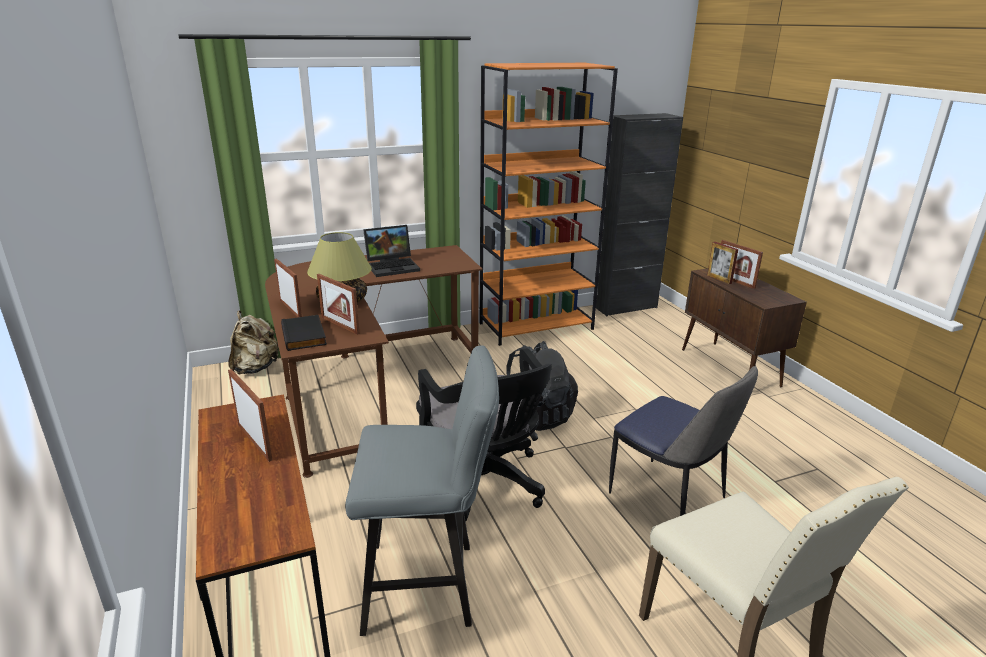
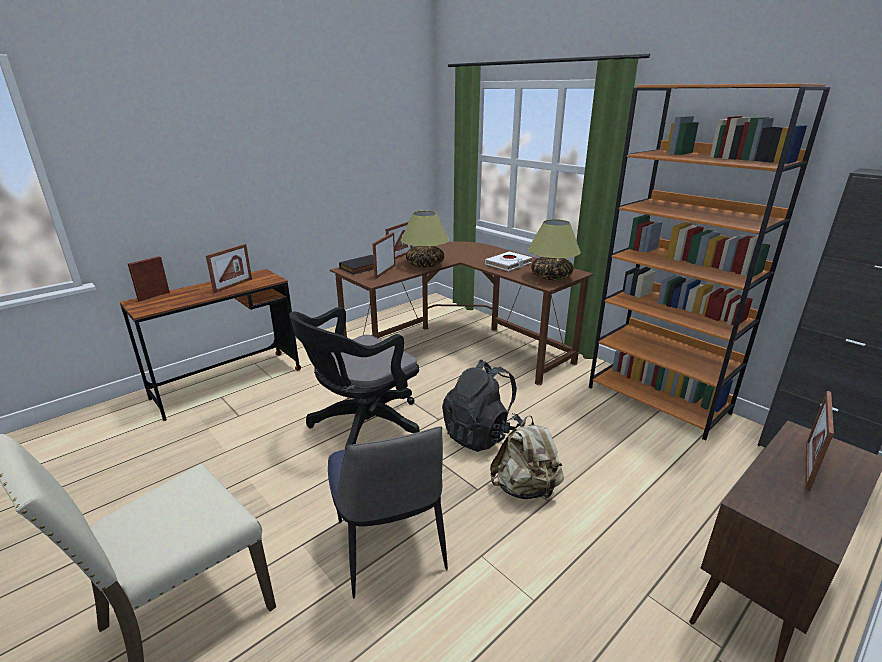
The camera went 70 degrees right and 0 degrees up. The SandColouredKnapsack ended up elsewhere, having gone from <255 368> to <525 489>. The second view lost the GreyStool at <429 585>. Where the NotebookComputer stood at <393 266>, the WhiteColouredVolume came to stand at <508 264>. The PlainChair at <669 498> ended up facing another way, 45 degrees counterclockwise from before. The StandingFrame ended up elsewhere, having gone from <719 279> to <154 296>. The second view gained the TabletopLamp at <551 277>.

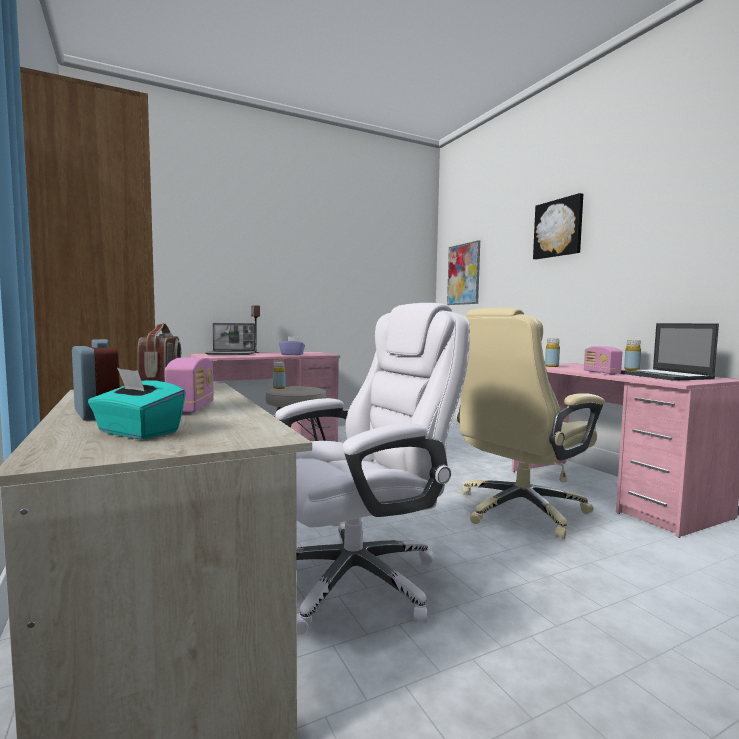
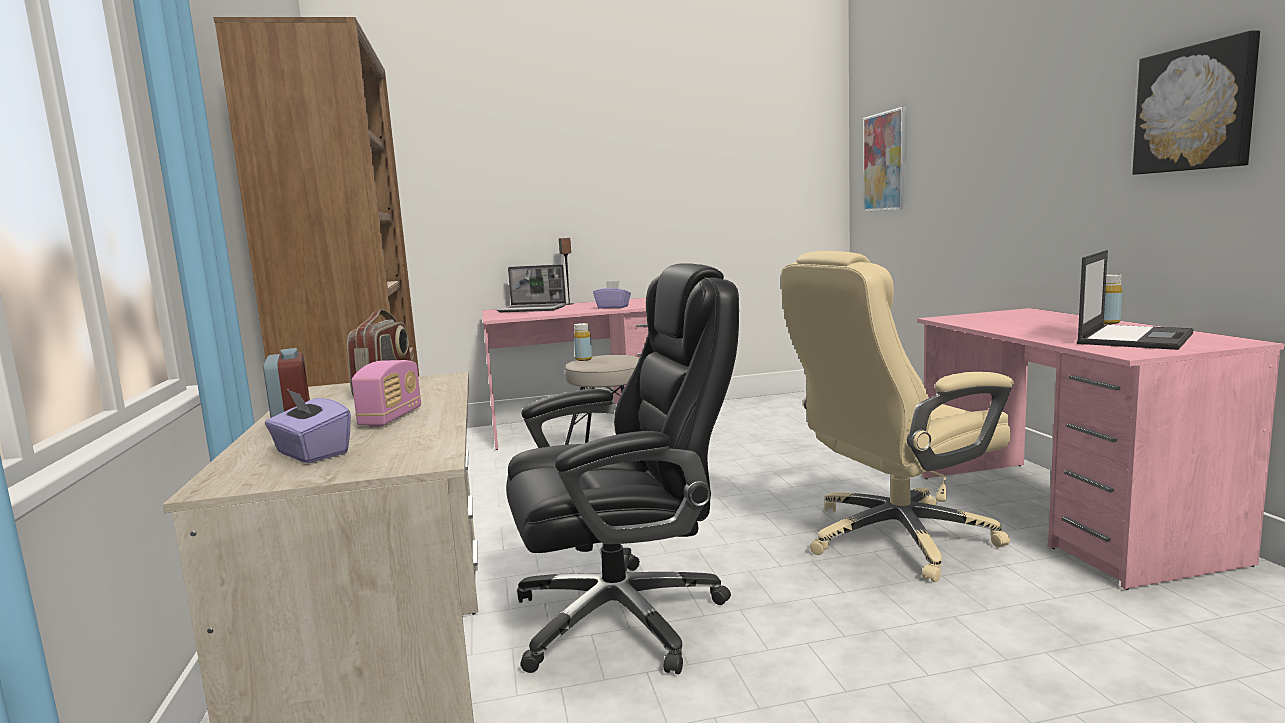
The camera went 15 degrees right and 5 degrees up. What was the BlueGreenTissueHolder at <137 432> turned into the PurplishTissueHolder at <311 454>. What was the WhiteColouredComputerChair at <358 579> turned into the BlackColouredComputerChair at <624 617>. The WallPicture ended up elsewhere, having gone from <559 228> to <1196 108>. The second view lost the YellowColouredBeverageBottle at <551 366>. The second view lost the RadioReceiver at <601 373>. The NotebookComputer at <664 376> ended up facing another way, 135 degrees counterclockwise from before.

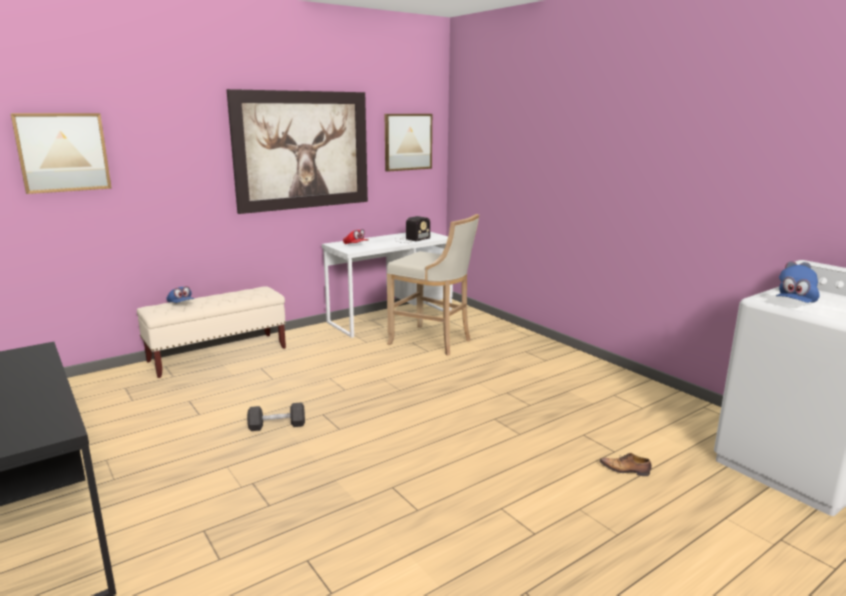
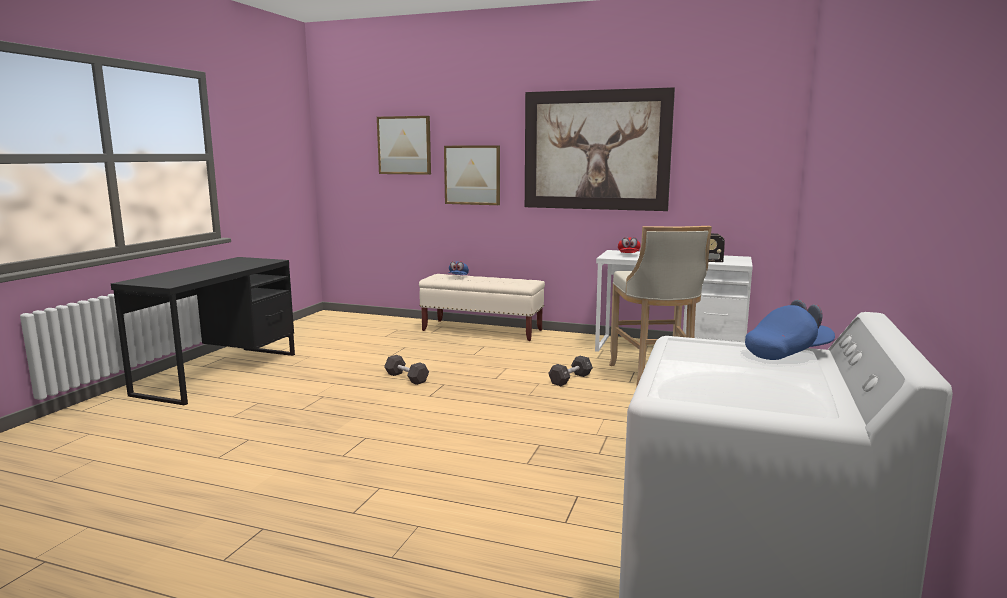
The camera went 55 degrees right and 5 degrees down. The WallPicture ended up elsewhere, having gone from <407 142> to <472 175>. The second view lost the Shoe at <625 470>. The second view lost the BluishCap at <795 304>. The second view gained the BlackColouredFreeWeight at <570 379>.

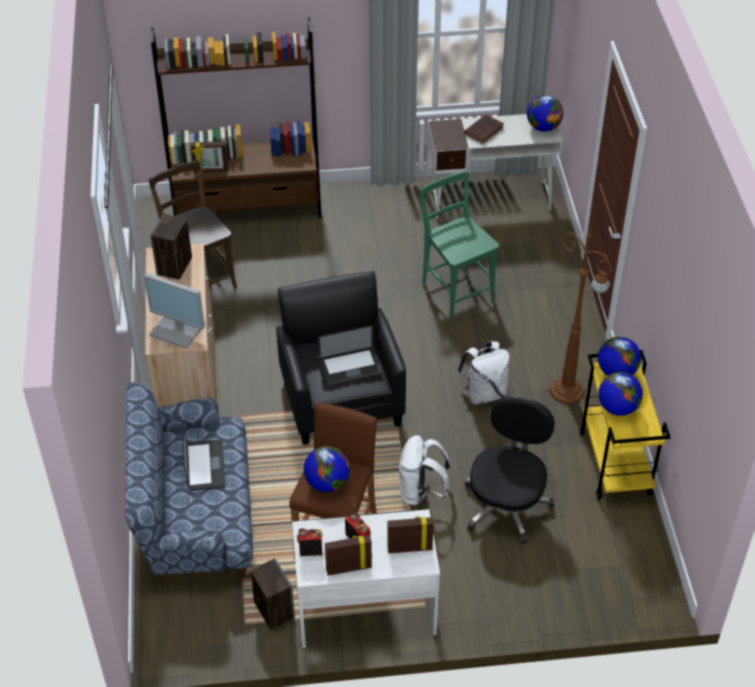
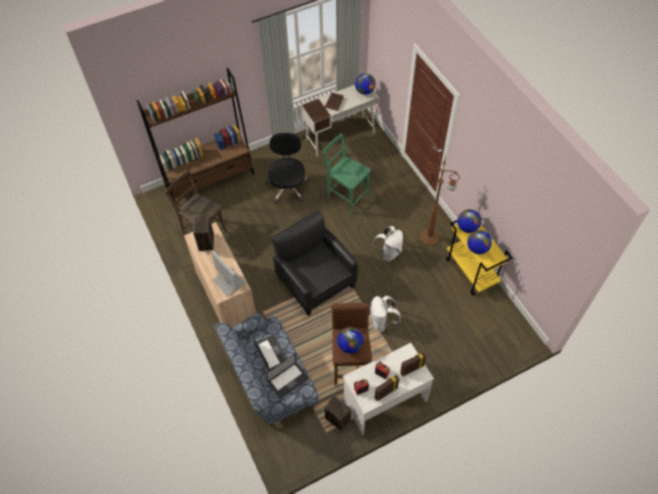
The camera went 20 degrees left and 10 degrees up. The ComputerScreen at <178 329> ended up facing another way, 135 degrees counterclockwise from before. The second view lost the StandingFrame at <210 171>. The NotebookComputer ended up elsewhere, having gone from <350 368> to <288 380>. The BlackColouredComputerChair ended up elsewhere, having gone from <506 504> to <288 186>.

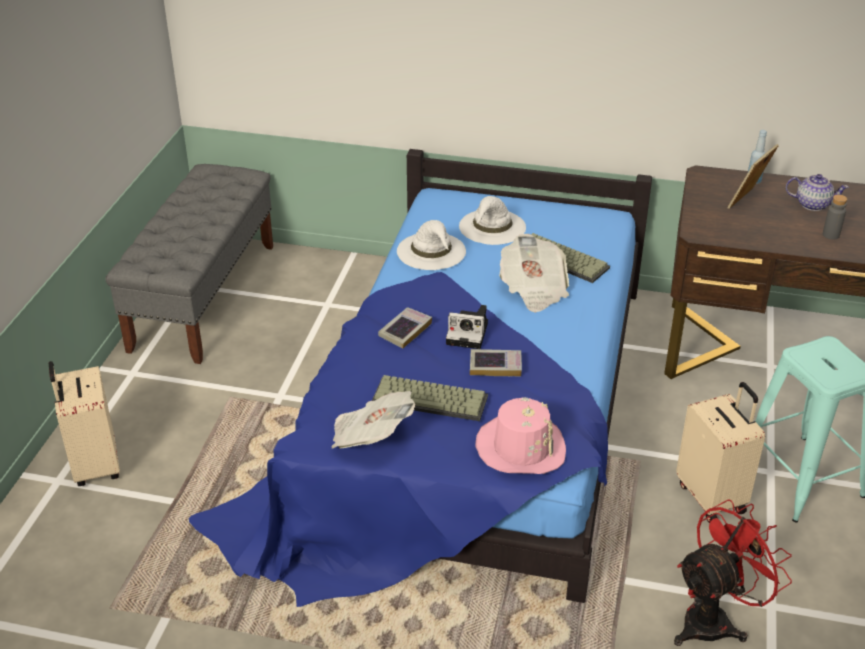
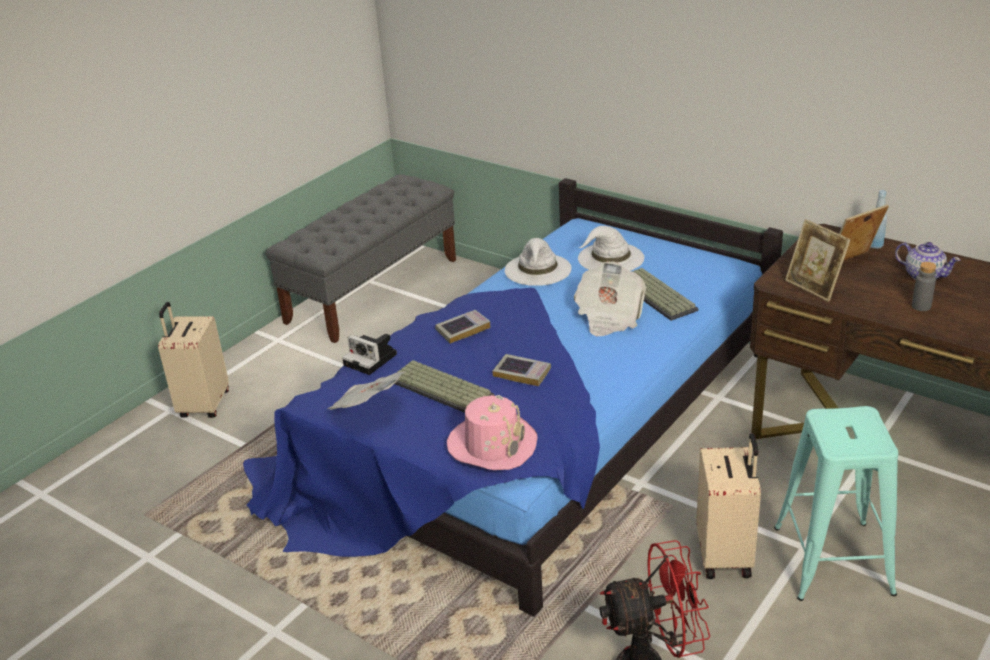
The camera went 25 degrees right and 5 degrees down. The StillCamera ended up elsewhere, having gone from <469 333> to <372 360>. The second view gained the StandingFrame at <814 287>.

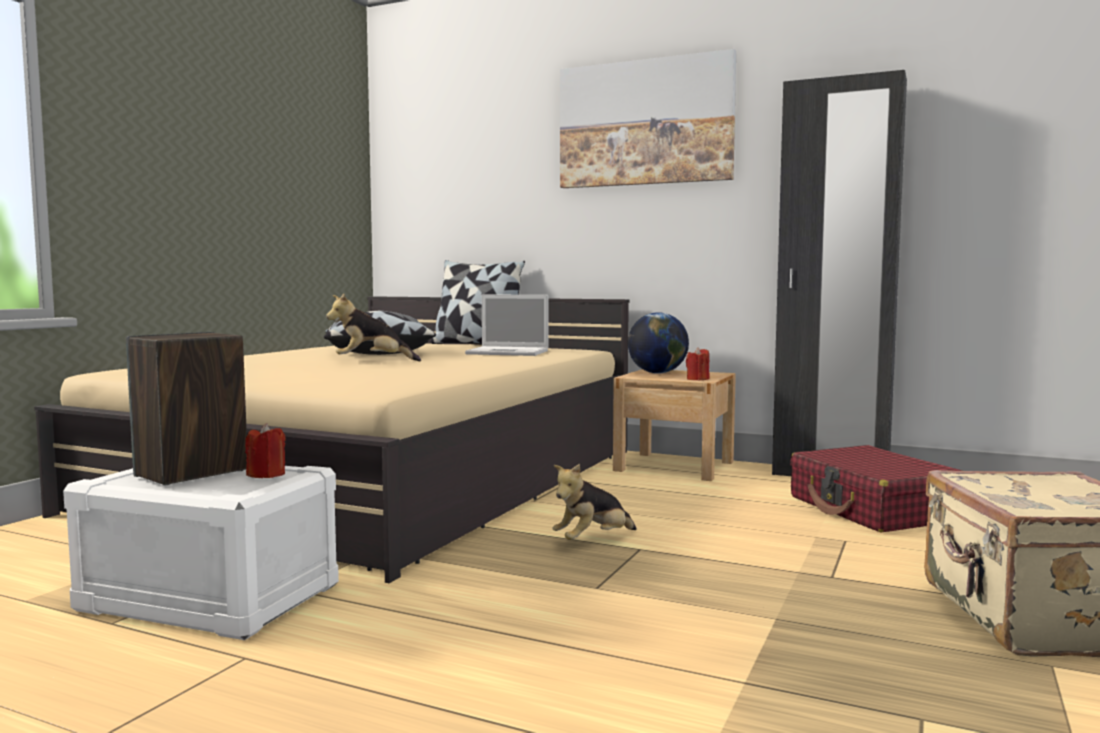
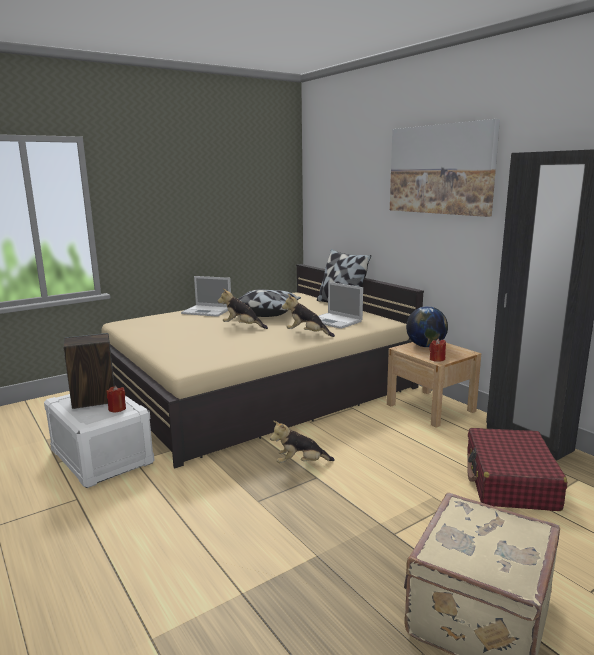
The camera went 30 degrees right and 10 degrees up. The second view gained the NotebookComputer at <208 311>. The second view gained the CuddlyToy at <307 334>.

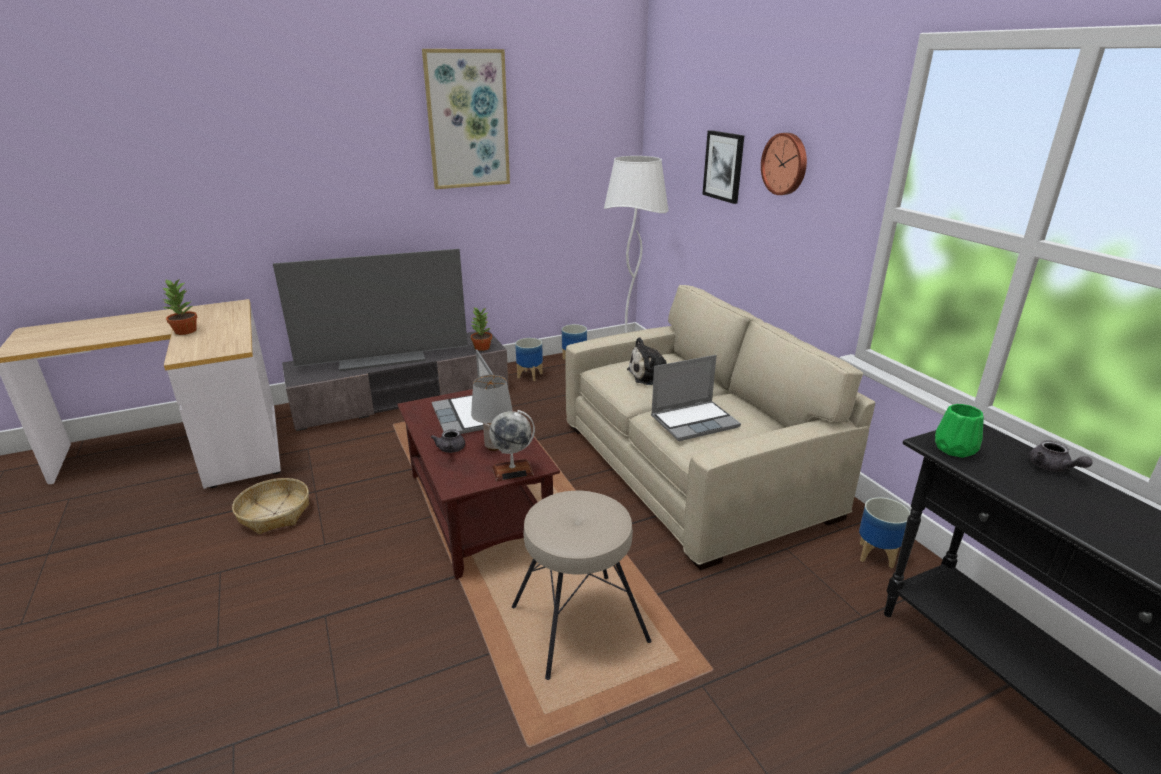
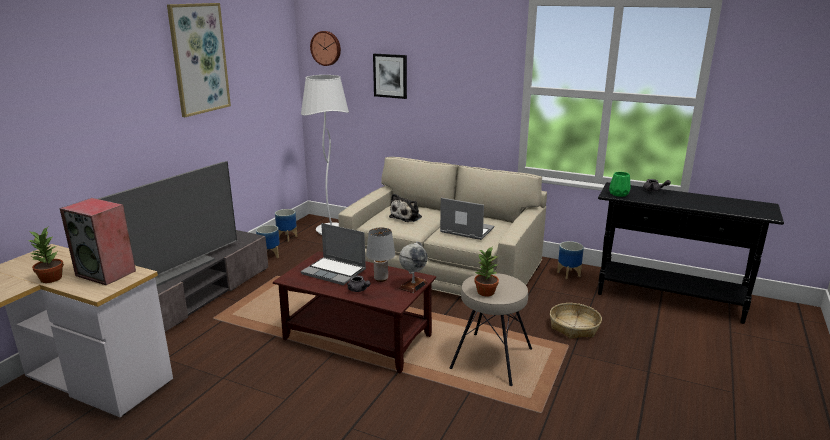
The camera went 40 degrees left and 5 degrees down. The HouseholdBasket ended up elsewhere, having gone from <275 514> to <574 327>. The PottedPlant ended up elsewhere, having gone from <481 347> to <485 292>. The NotebookComputer at <695 421> ended up facing another way, 90 degrees counterclockwise from before. The ClockOnTheWall ended up elsewhere, having gone from <785 164> to <326 48>. The second view gained the AudioSpeaker at <107 273>.

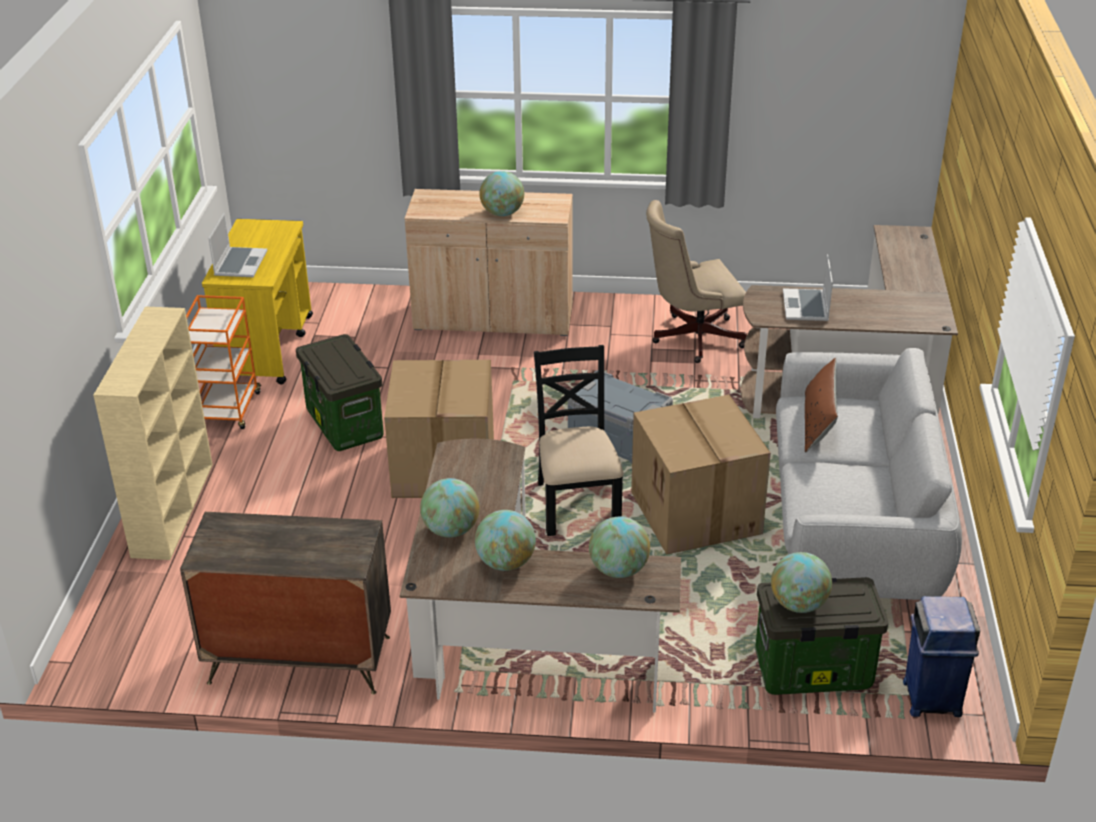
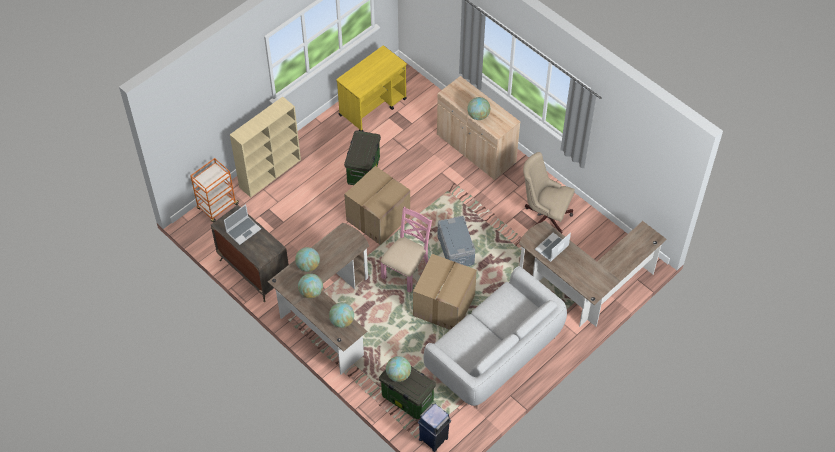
The camera went 40 degrees right and 20 degrees up. The OrangeWheeledCart ended up elsewhere, having gone from <228 411> to <217 207>. The NotebookComputer ended up elsewhere, having gone from <240 263> to <243 230>. What was the BlackColouredPlainChair at <576 504> turned into the PinkishPlainChair at <406 270>. The second view lost the BrownCushion at <818 422>.

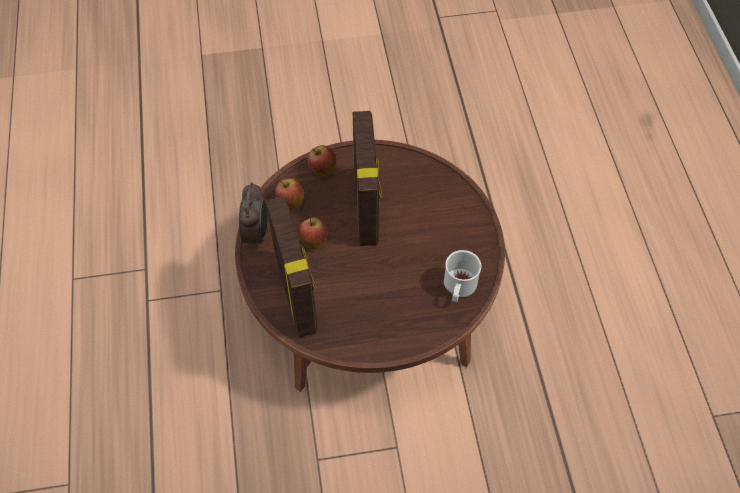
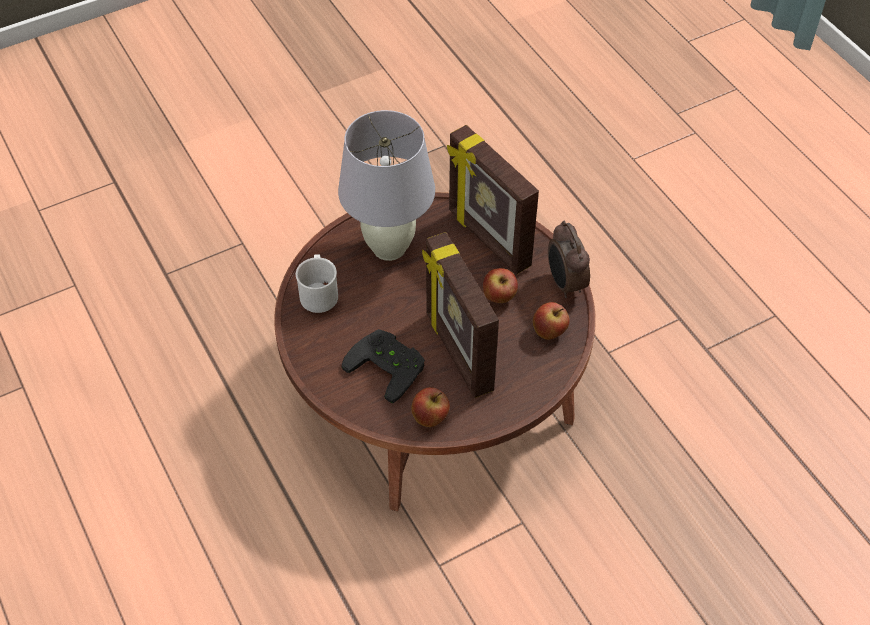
The camera went 160 degrees right and 5 degrees down. The AppleFruit ended up elsewhere, having gone from <322 169> to <430 418>. The second view gained the WhiteColouredTabletopLamp at <389 248>. The second view gained the BlackColouredGameController at <389 365>.

